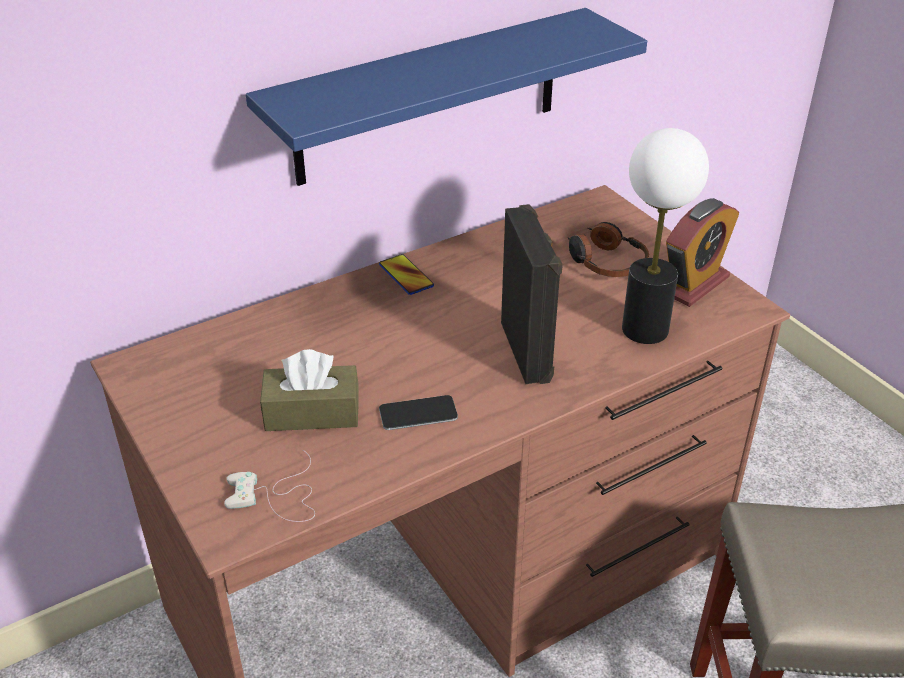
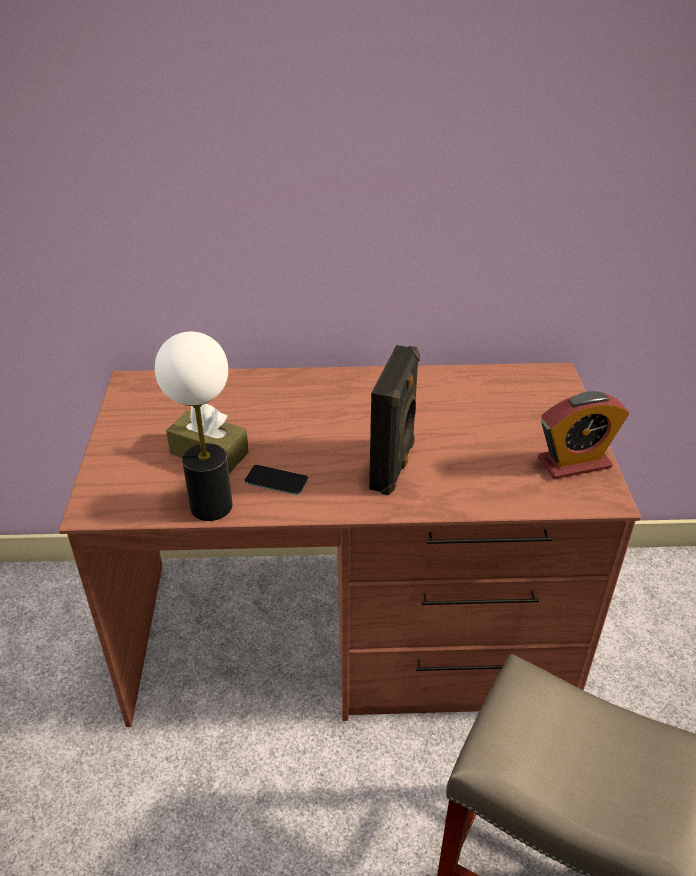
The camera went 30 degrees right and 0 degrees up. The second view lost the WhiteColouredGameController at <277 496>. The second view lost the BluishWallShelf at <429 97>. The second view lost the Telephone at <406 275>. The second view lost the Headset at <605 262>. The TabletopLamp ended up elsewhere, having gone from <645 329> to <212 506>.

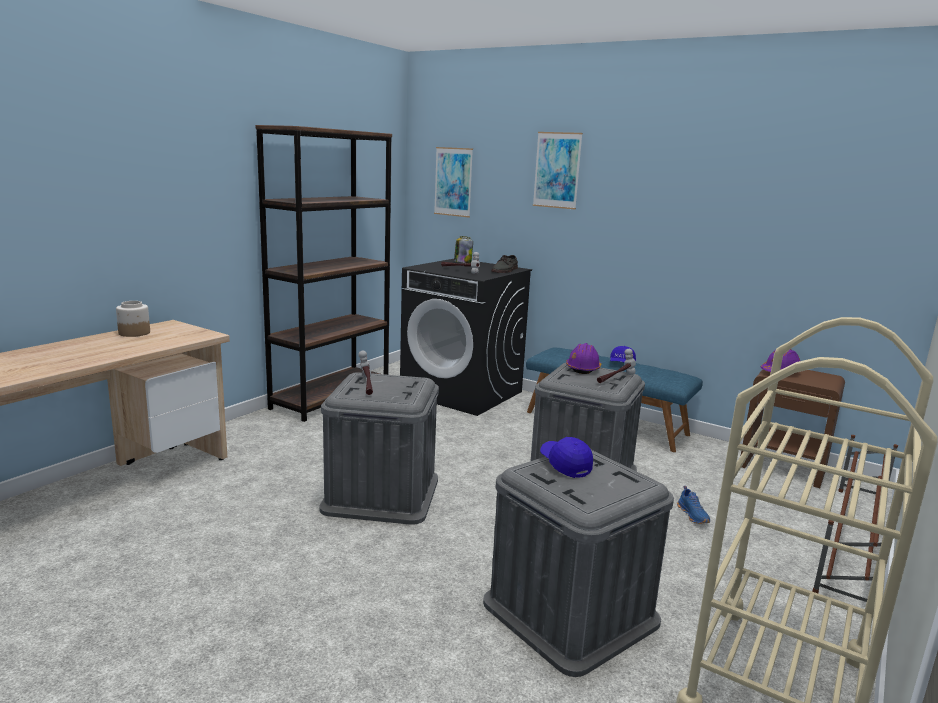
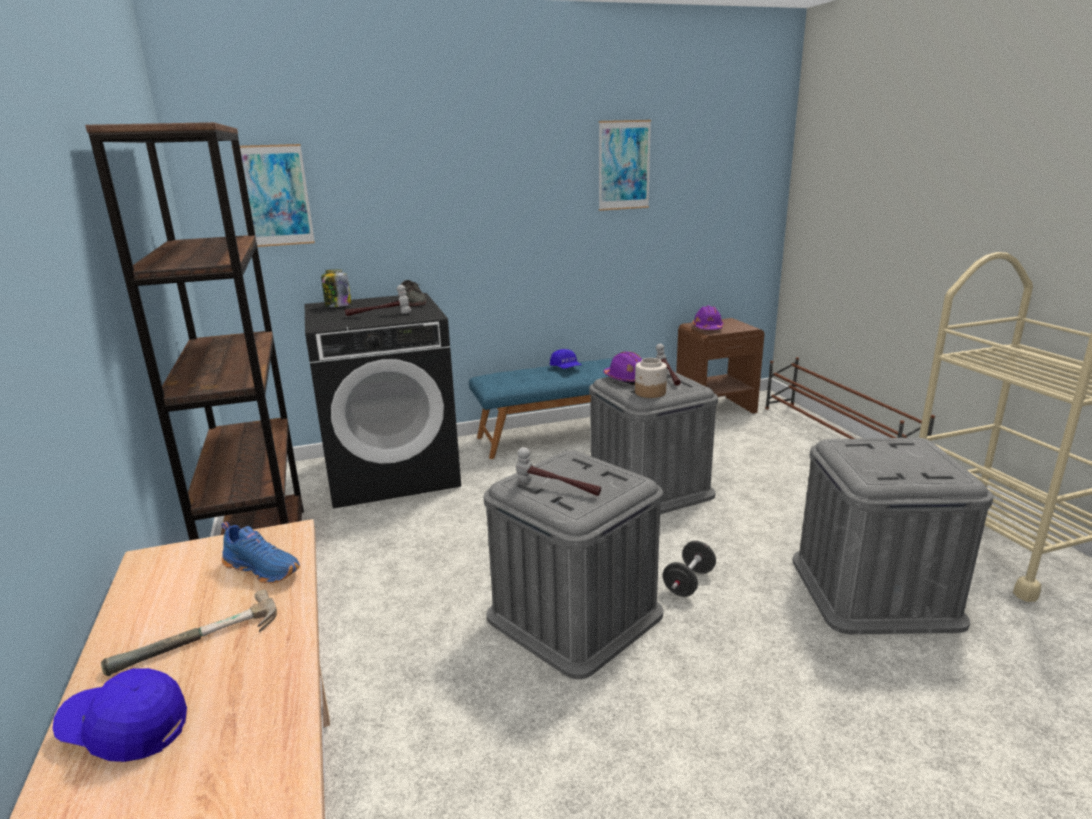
The camera went 50 degrees left and 5 degrees up. The StorageJar ended up elsewhere, having gone from <134 333> to <650 393>. The WallPicture ended up elsewhere, having gone from <557 170> to <624 165>. The BluishCap ended up elsewhere, having gone from <565 465> to <125 730>. The BluishShoe ended up elsewhere, having gone from <693 515> to <264 568>. The second view gained the Hammer at <198 643>. The second view gained the BlackColouredFreeWeight at <688 582>.

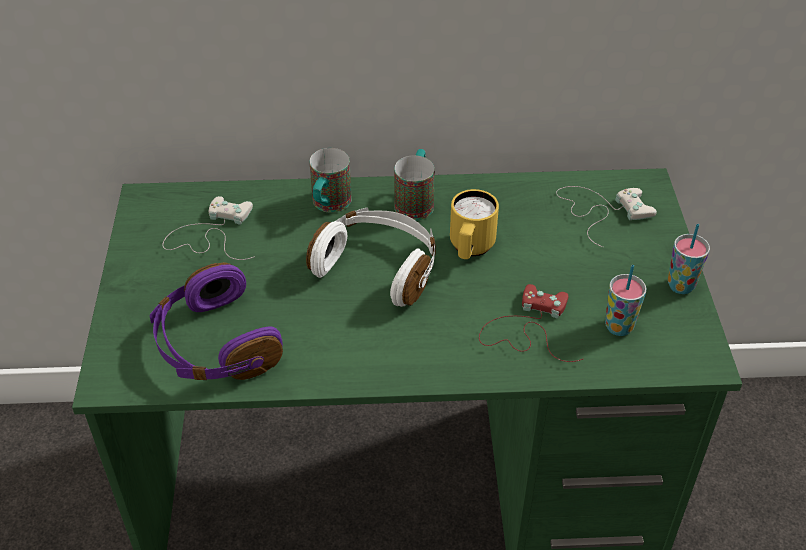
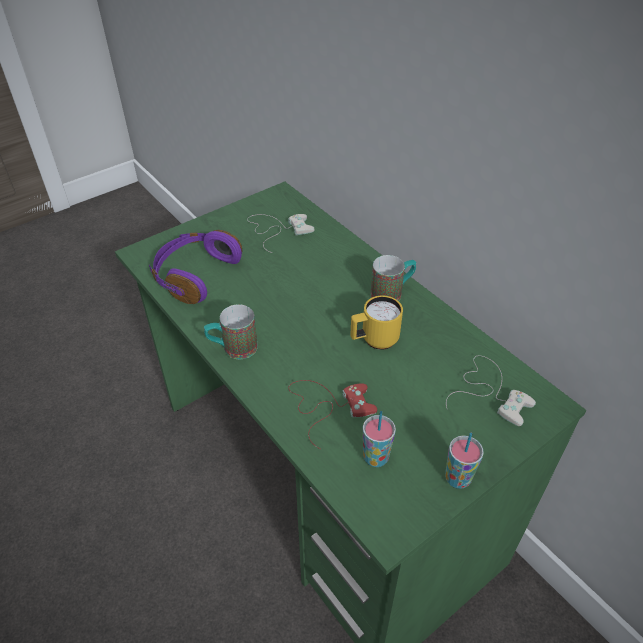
The camera went 55 degrees right and 0 degrees up. The second view lost the WhiteColouredHeadset at <378 267>. The CoffeeMug ended up elsewhere, having gone from <328 206> to <233 349>.

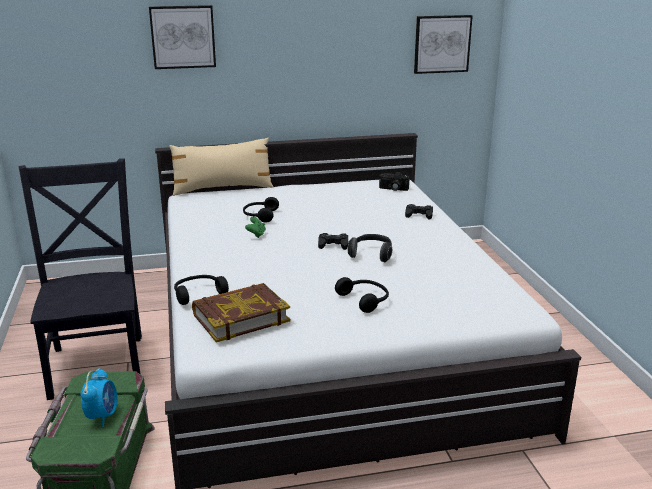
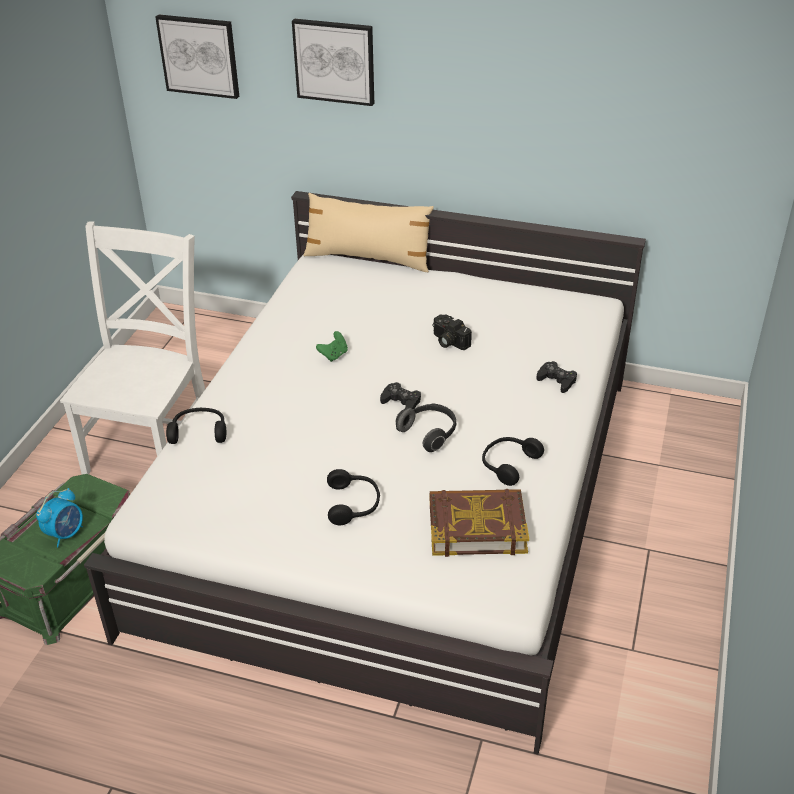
The camera went 30 degrees right and 15 degrees up. What was the BlackColouredPlainChair at <98 363> turned into the WhiteColouredPlainChair at <153 444>. The Volume ended up elsewhere, having gone from <240 317> to <476 527>. The BlackColouredHeadset ended up elsewhere, having gone from <260 216> to <508 464>. The StillCamera ended up elsewhere, having gone from <393 189> to <448 341>. The WallPicture ended up elsewhere, having gone from <442 44> to <199 55>.

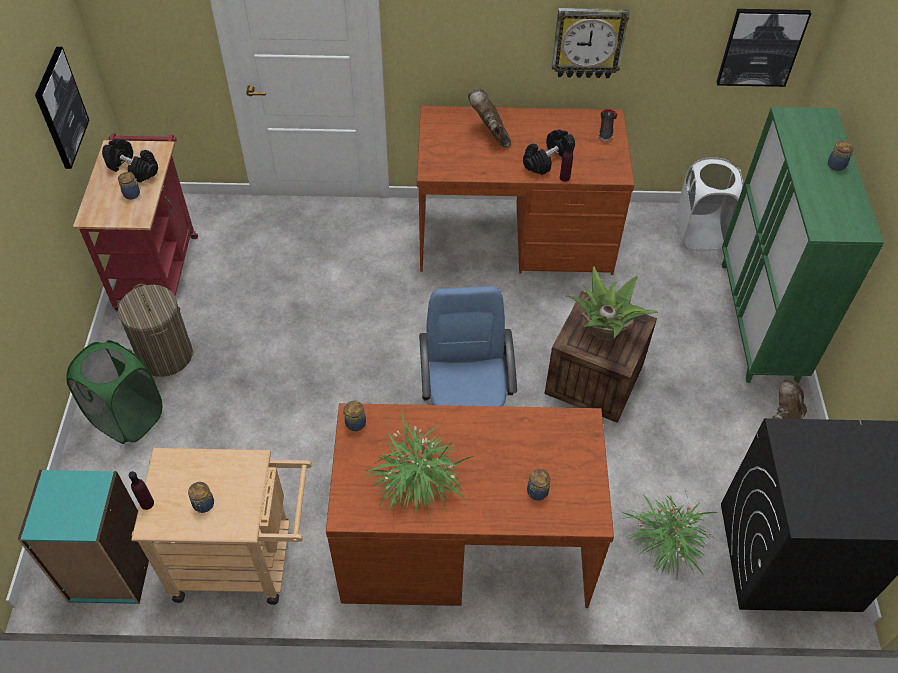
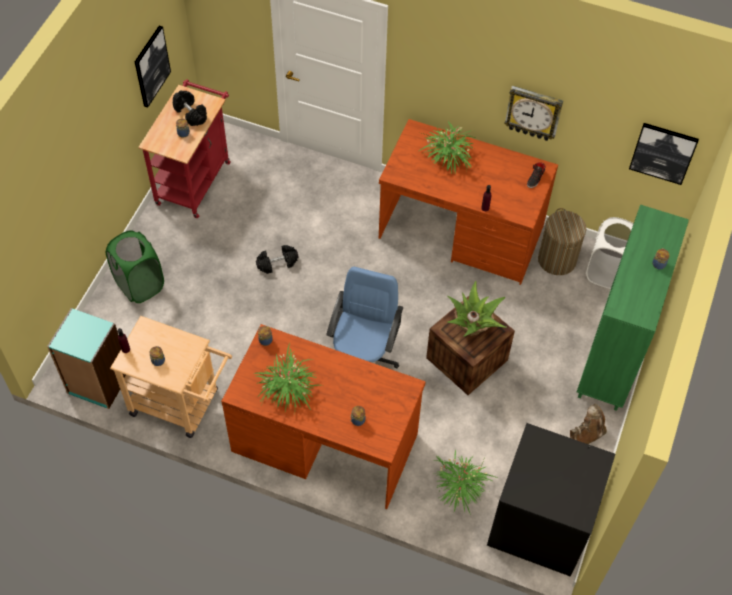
The camera went 20 degrees right and 5 degrees up. The WashingBasket ended up elsewhere, having gone from <166 355> to <557 260>. Where the BrownTallBoot stood at <490 133>, the PottedPlant came to stand at <448 156>. The BlackColouredFreeWeight ended up elsewhere, having gone from <547 160> to <277 263>.

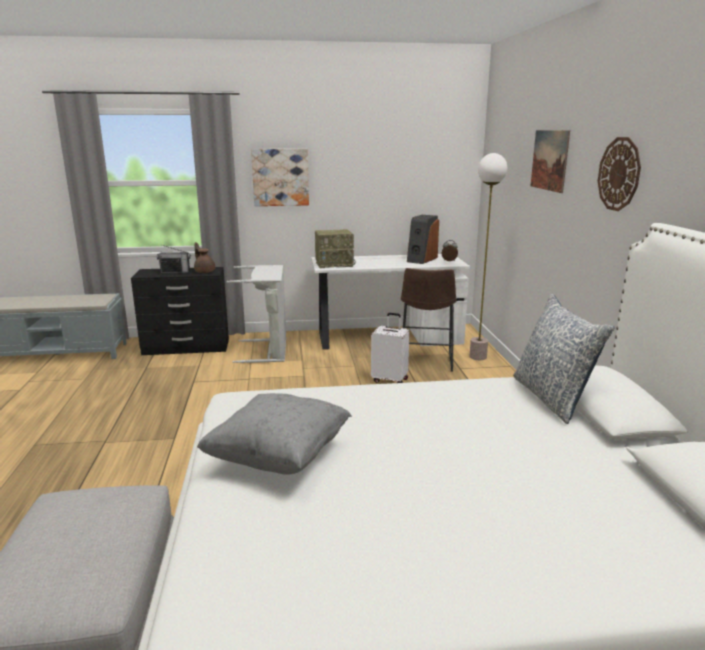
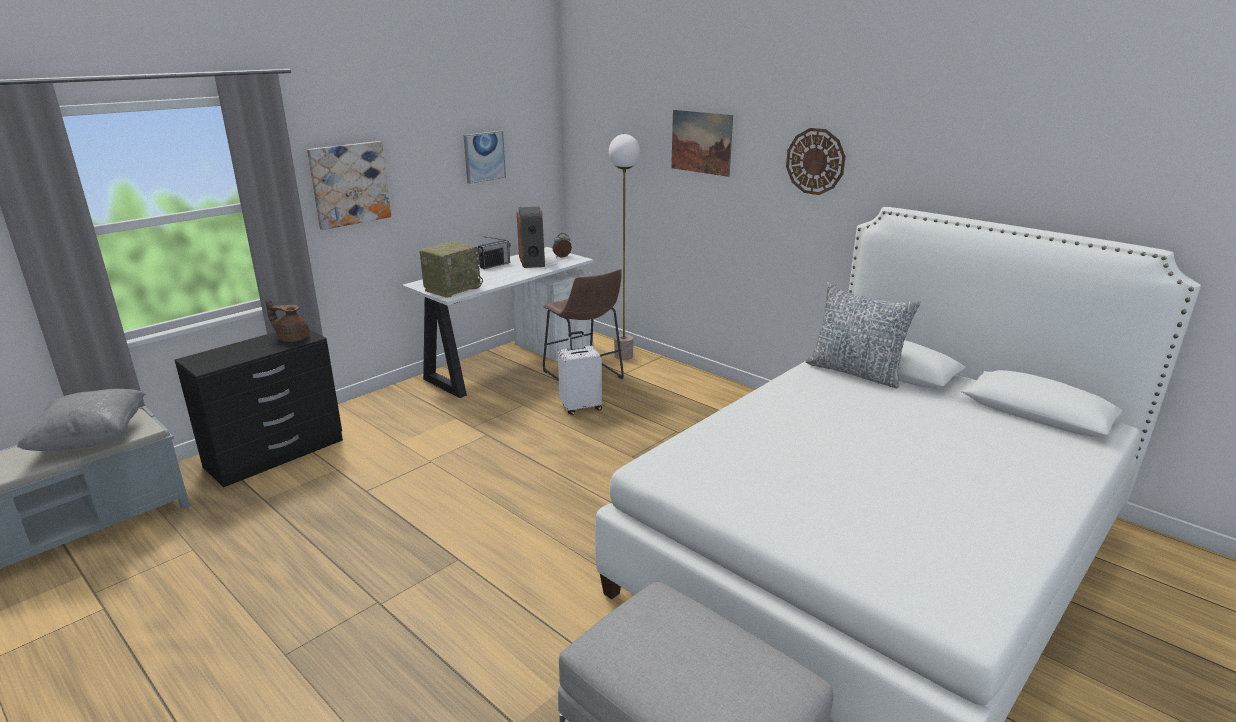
The camera went 40 degrees left and 5 degrees up. The RadioReceiver ended up elsewhere, having gone from <175 272> to <494 265>. The GreyCushion ended up elsewhere, having gone from <278 458> to <92 440>. The second view lost the GreyWashingBasket at <269 351>. The second view gained the WallPicture at <484 156>.

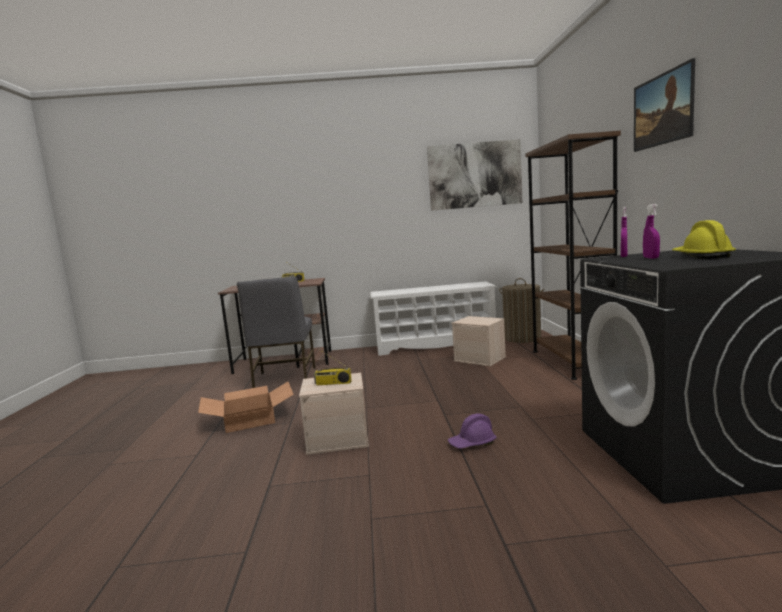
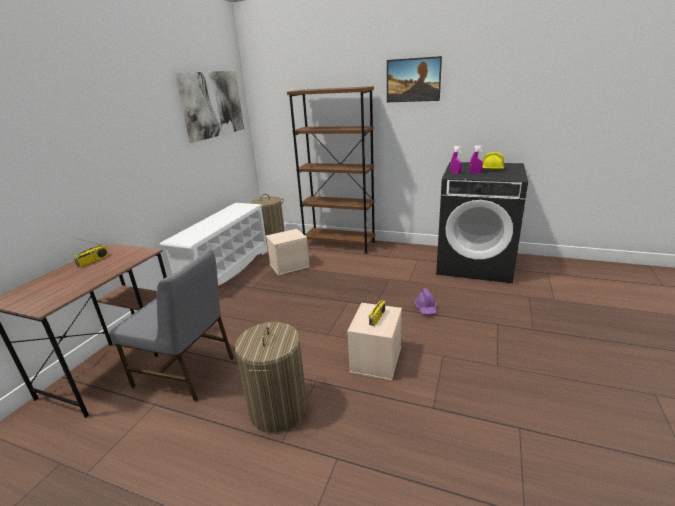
The camera went 65 degrees left and 15 degrees up. Where the CardboardBox stood at <250 419>, the WashingBasket came to stand at <278 409>.

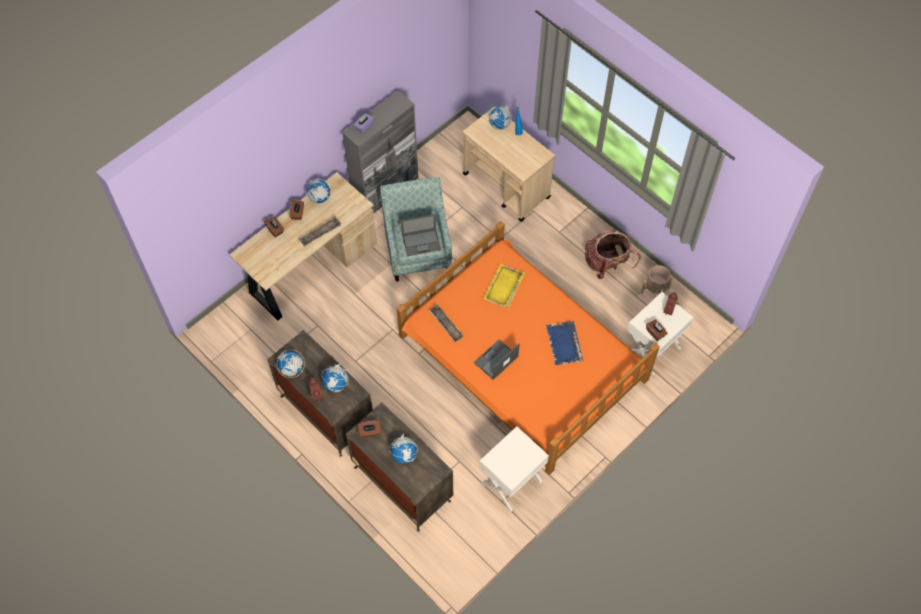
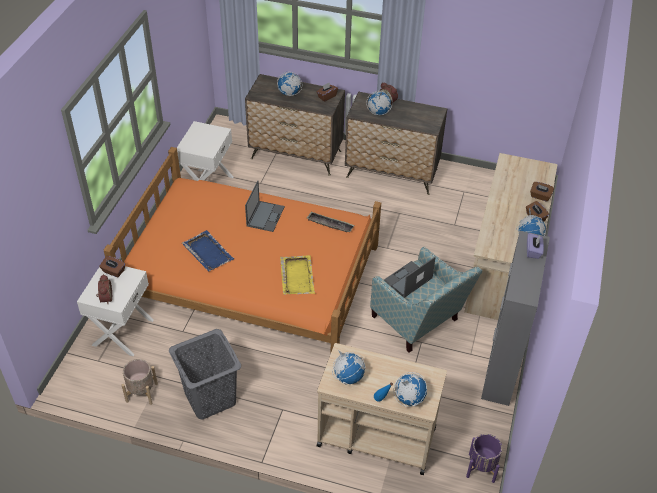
The camera went 150 degrees right and 15 degrees down. The WorldGlobe ended up elsewhere, having gone from <291 369> to <348 377>. The second view lost the CarryingTray at <320 233>. Where the Knapsack stood at <607 263>, the GreyWashingBasket came to stand at <209 398>. The second view gained the PurplishPlantPot at <481 467>.

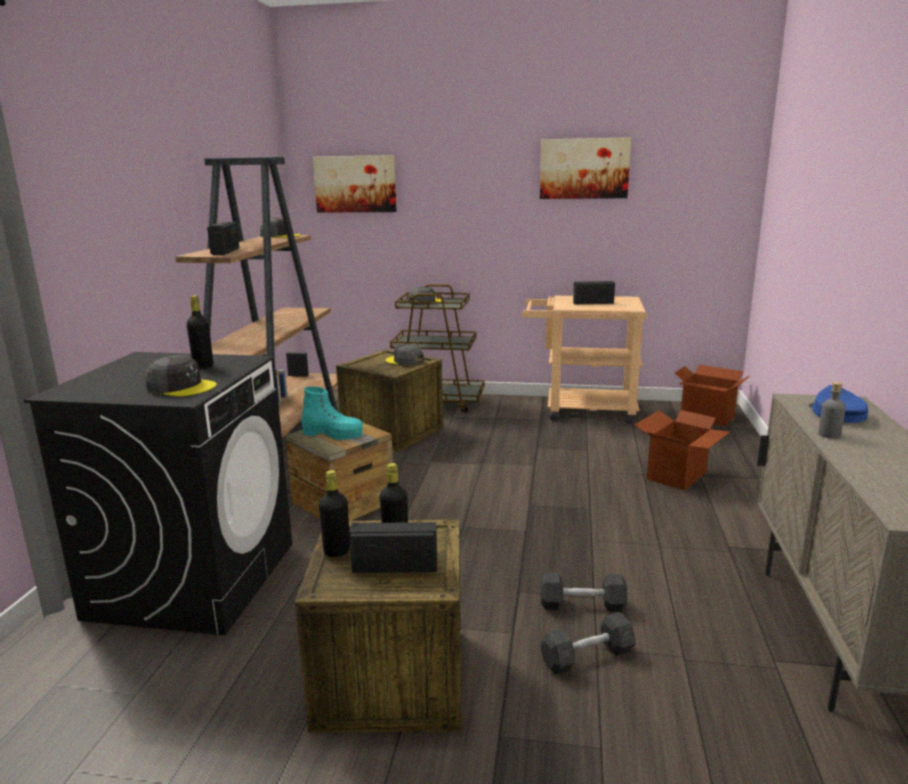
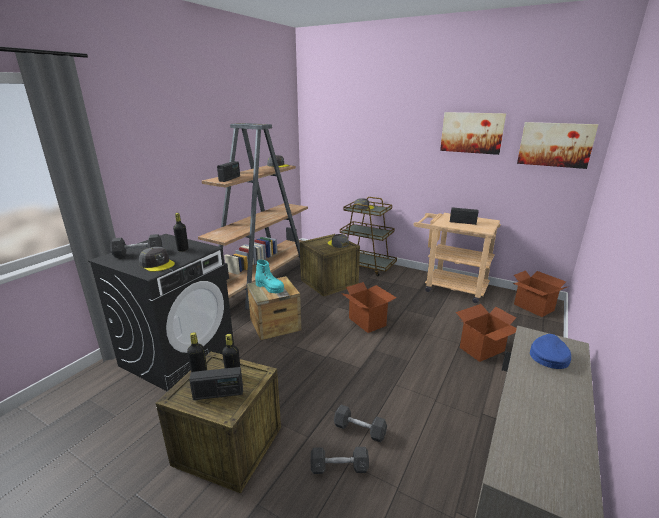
The camera went 20 degrees right and 5 degrees up. The WallPicture ended up elsewhere, having gone from <355 184> to <555 144>. The RadioReceiver at <395 567> ended up facing another way, 150 degrees clockwise from before. The second view lost the GreyBeverageBottle at <829 435>. The second view gained the GreyFreeWeight at <138 253>. The second view gained the CardboardBox at <367 321>.

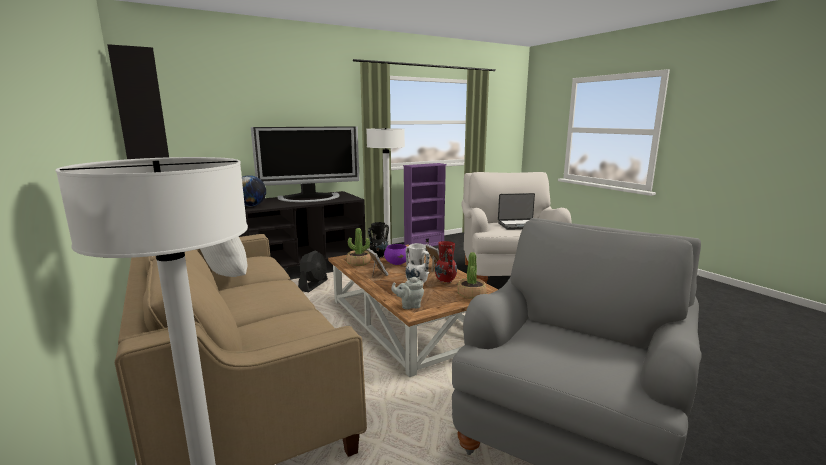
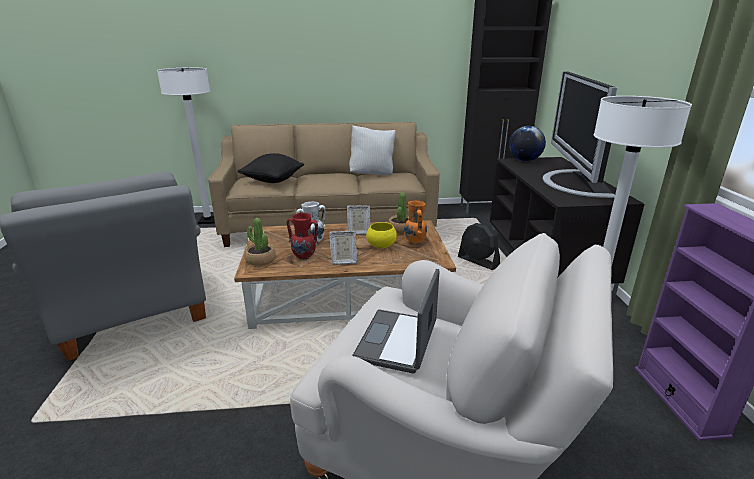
The camera went 115 degrees right and 10 degrees up. What was the BlackColouredFlowerVase at <378 256> turned into the OrangeFlowerVase at <415 241>. What was the PurplishBowl at <397 263> turned into the YellowColouredBowl at <381 246>. The second view lost the GreyTeaPot at <409 306>. The second view gained the BlackColouredCushion at <273 180>.

